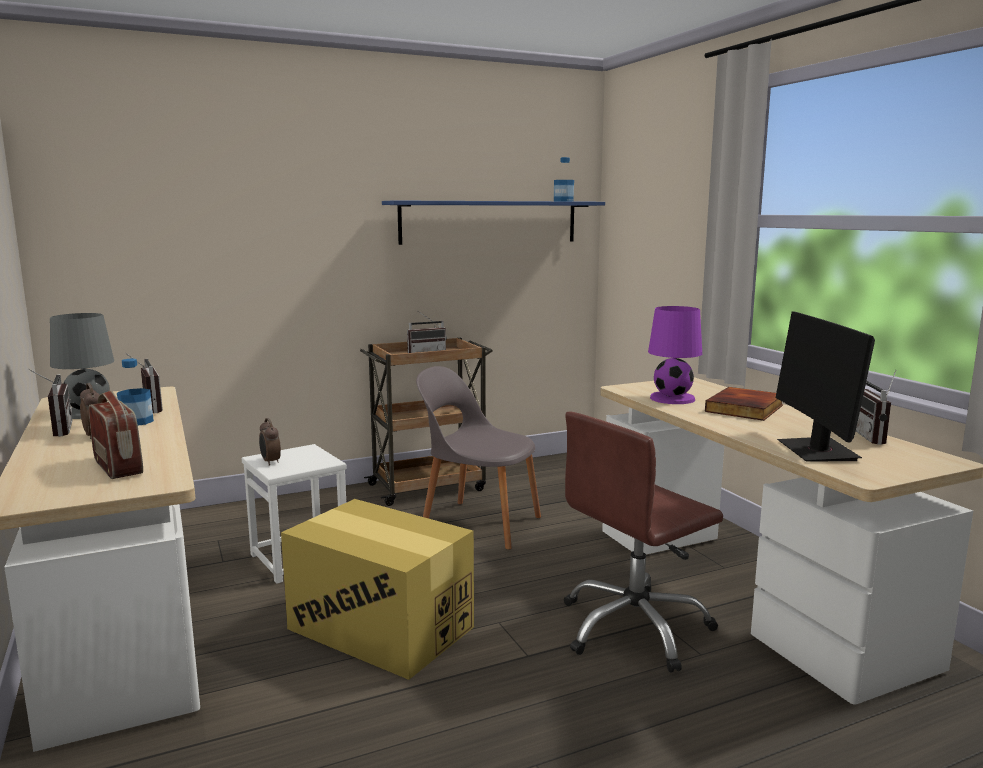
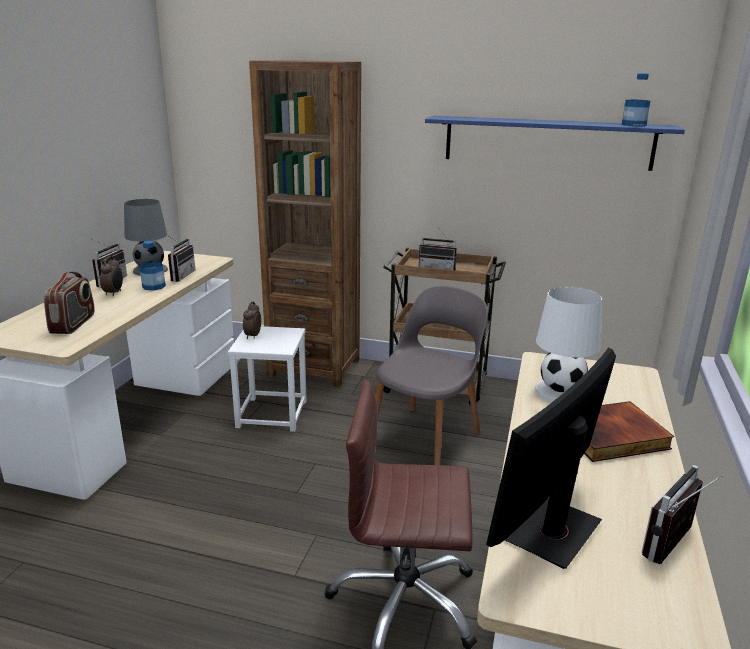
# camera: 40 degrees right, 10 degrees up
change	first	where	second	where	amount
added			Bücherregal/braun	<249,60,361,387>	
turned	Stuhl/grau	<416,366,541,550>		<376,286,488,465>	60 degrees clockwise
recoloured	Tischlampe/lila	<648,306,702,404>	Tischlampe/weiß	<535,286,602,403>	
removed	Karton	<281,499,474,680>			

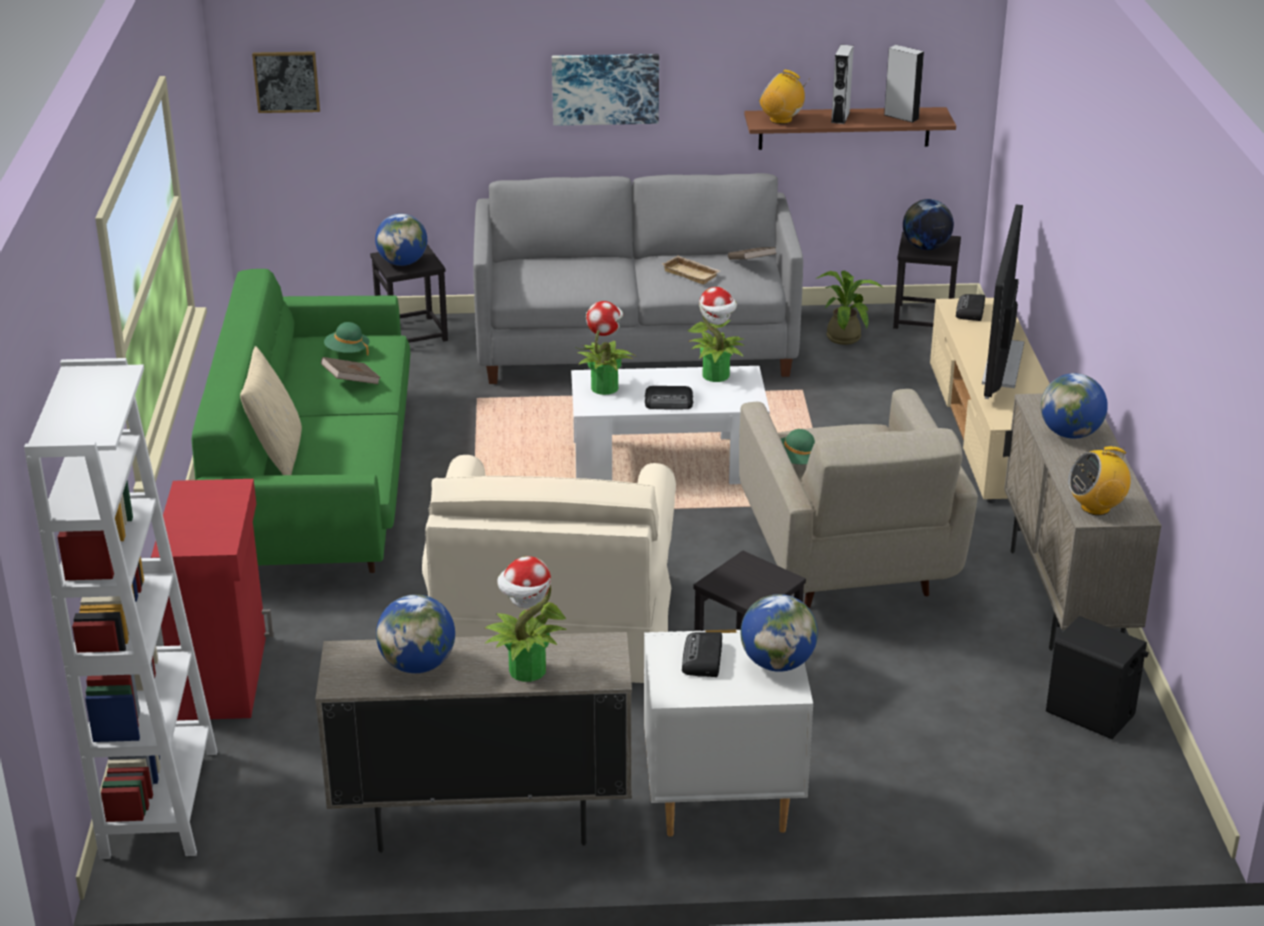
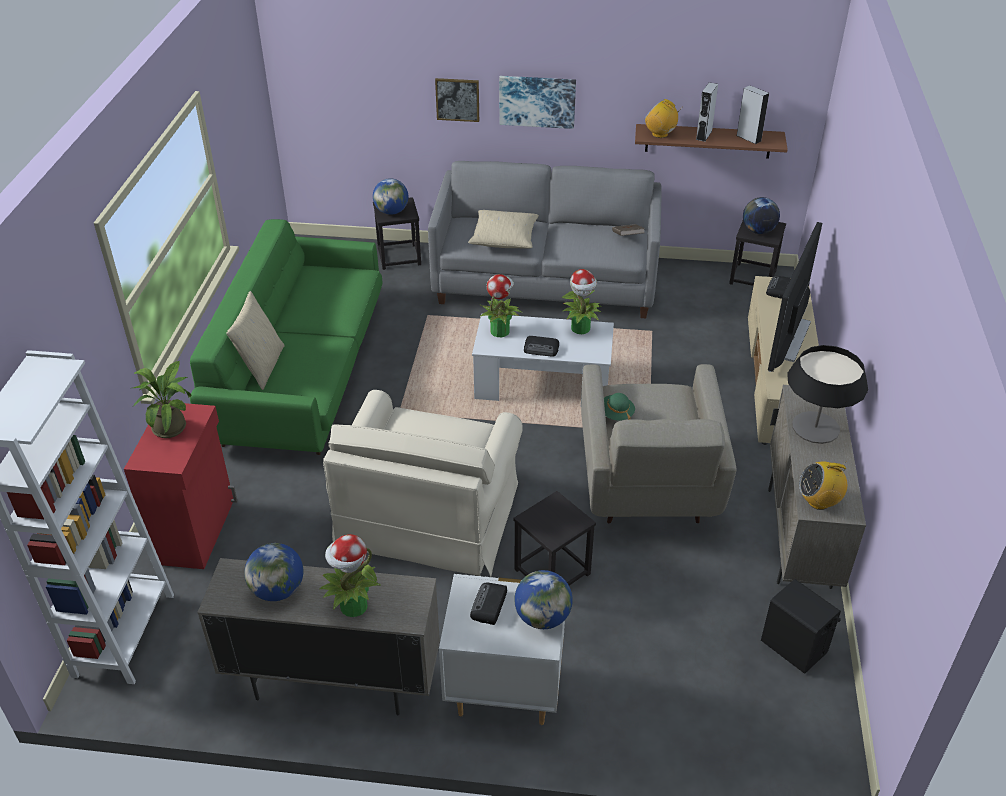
# camera: 10 degrees right, 10 degrees up
change	first	where	second	where	amount
moved	Topfpflanze	<816,270,883,345>		<132,361,191,438>	
moved	Bild	<252,51,320,113>		<435,78,479,122>	
added			Kissen/beige	<468,210,539,248>	
replaced	Globus	<1041,373,1108,439>	Tischlampe	<787,345,868,444>	
removed	Buch/braun	<321,357,381,384>			
removed	Hut/grün	<324,322,369,355>			
removed	Tablett/beige	<662,256,720,284>			

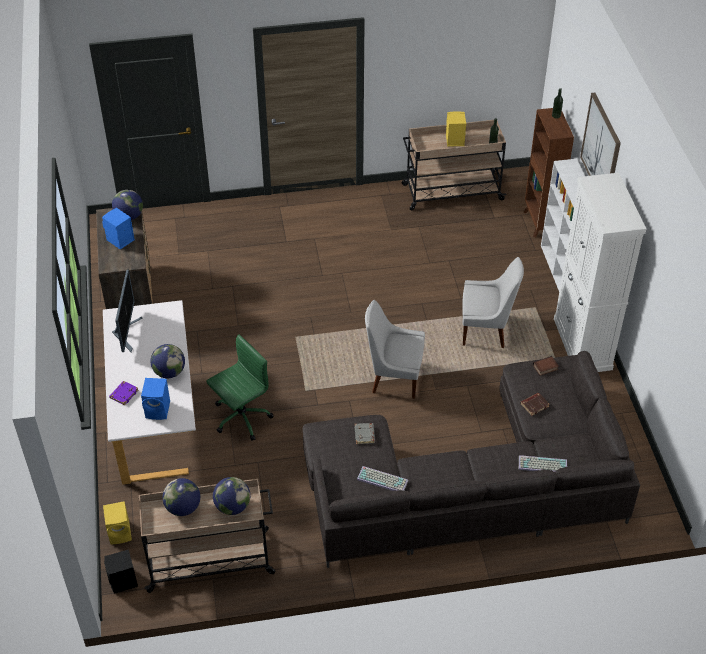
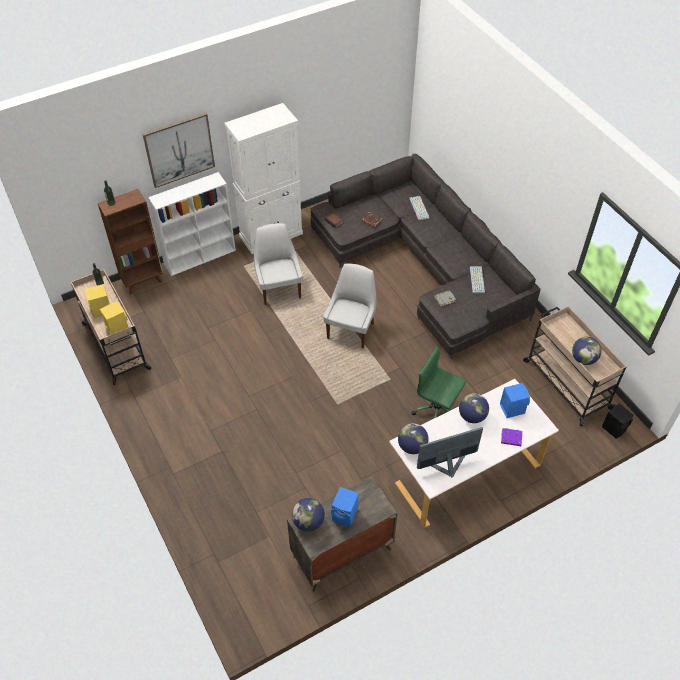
# camera: 110 degrees left, 5 degrees up
change	first	where	second	where	amount
moved	Lautsprecher/gelb	<103,501,132,544>		<100,301,128,334>	
turned	Stuhl/weiß	<365,300,425,399>		<323,264,377,349>	150 degrees counterclockwise
moved	Globus	<213,477,250,515>		<398,423,428,454>	

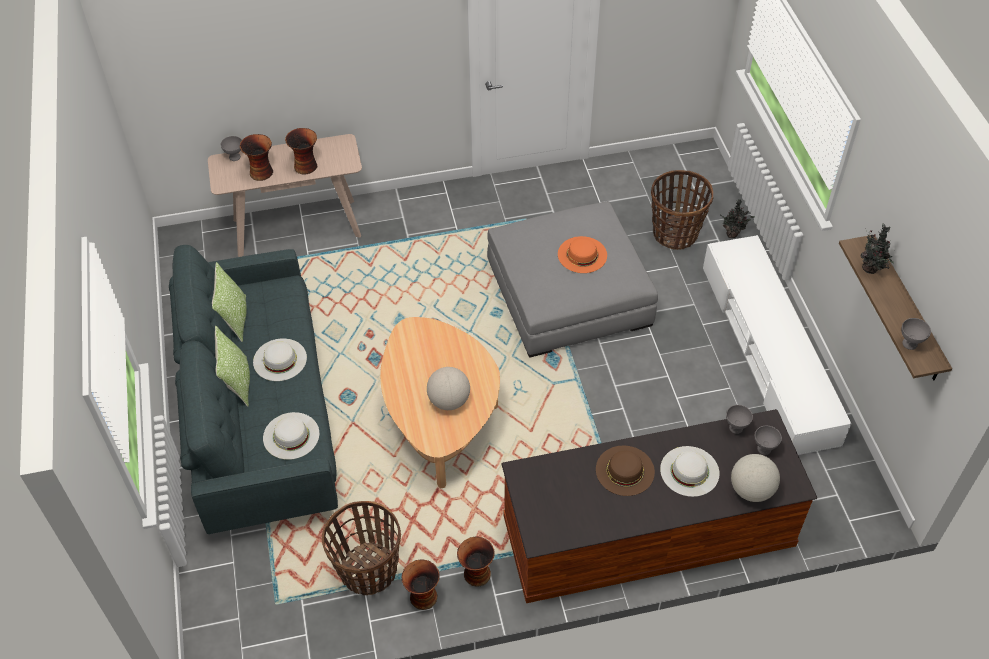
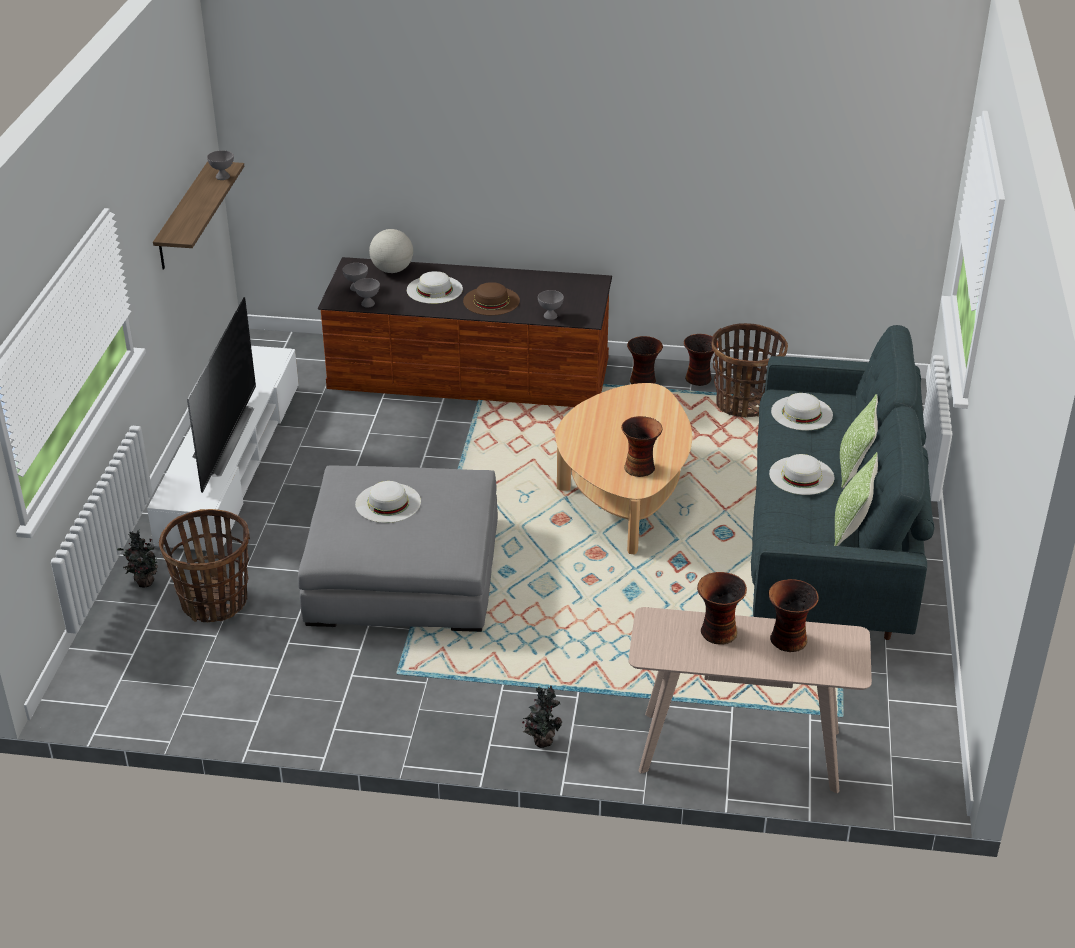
# camera: 160 degrees left, 15 degrees down
change	first	where	second	where	amount
added			Fernseher	<187,297,256,493>	
recoloured	Hut/orange	<558,236,607,273>	Hut/weiß	<355,481,421,523>	
moved	Topfpflanze	<860,223,894,274>		<522,685,562,748>	
moved	Schüssel/grau	<221,136,242,161>		<538,290,564,320>	
added			Vase	<621,416,662,477>	
removed	Globus	<427,367,470,410>			

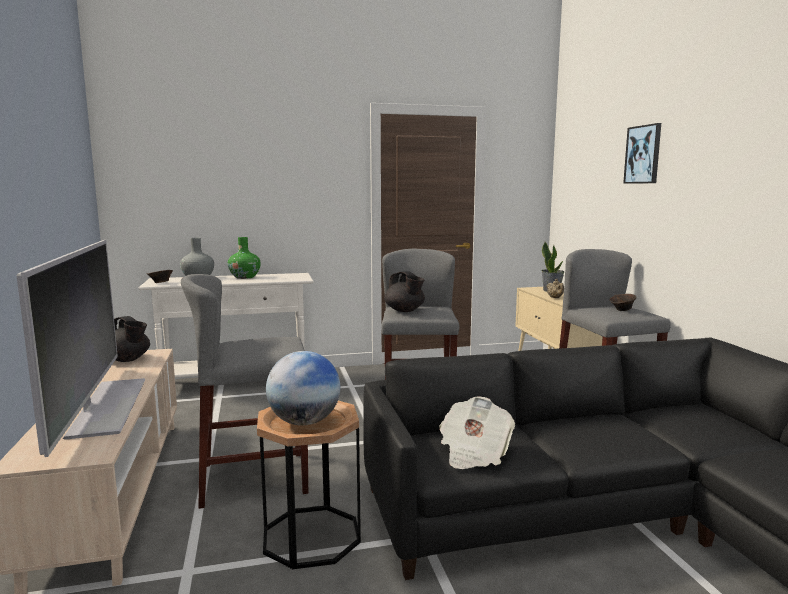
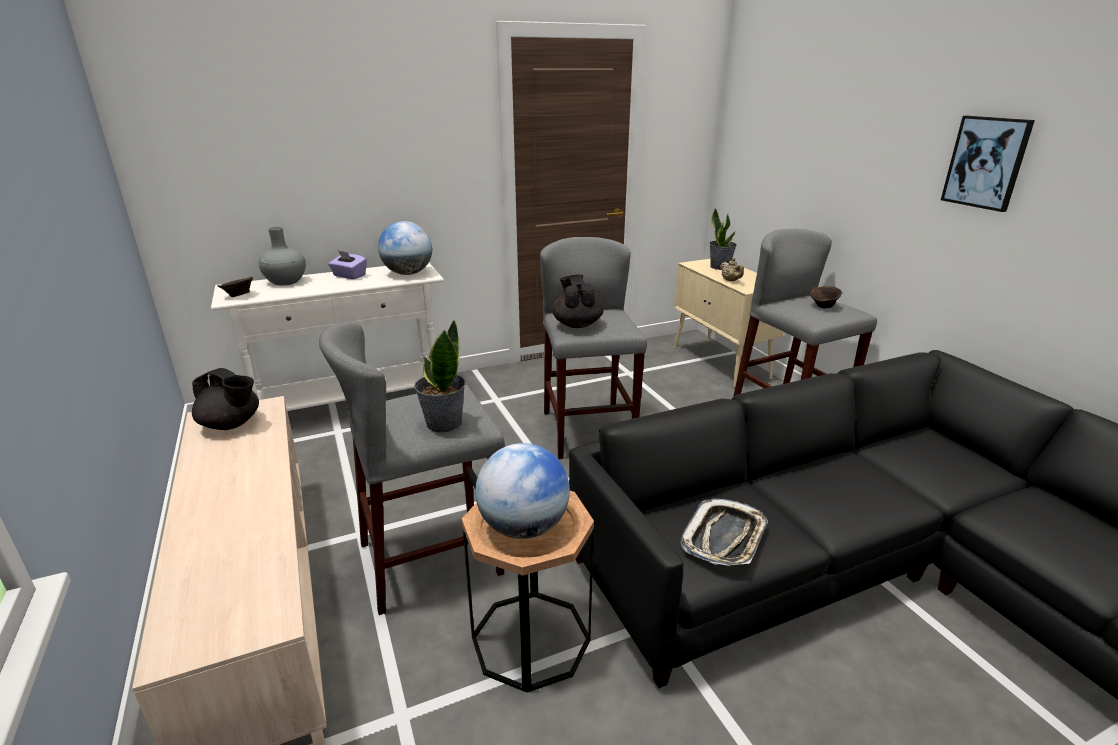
# camera: 10 degrees left, 15 degrees up
change	first	where	second	where	amount
replaced	Vase/grün	<228,237,261,279>	Taschentuchbox/lila	<328,250,367,279>	
added			Globus	<378,221,432,275>	
added			Topfpflanze	<414,319,466,433>	
turned	Teekanne/schwarz	<384,271,425,312>		<552,274,604,328>	150 degrees counterclockwise
replaced	Zeitung	<439,396,515,469>	Tablett	<680,498,768,566>	
moved	Bild	<623,123,661,184>		<941,116,1035,212>	
removed	Fernseher	<17,240,145,457>			

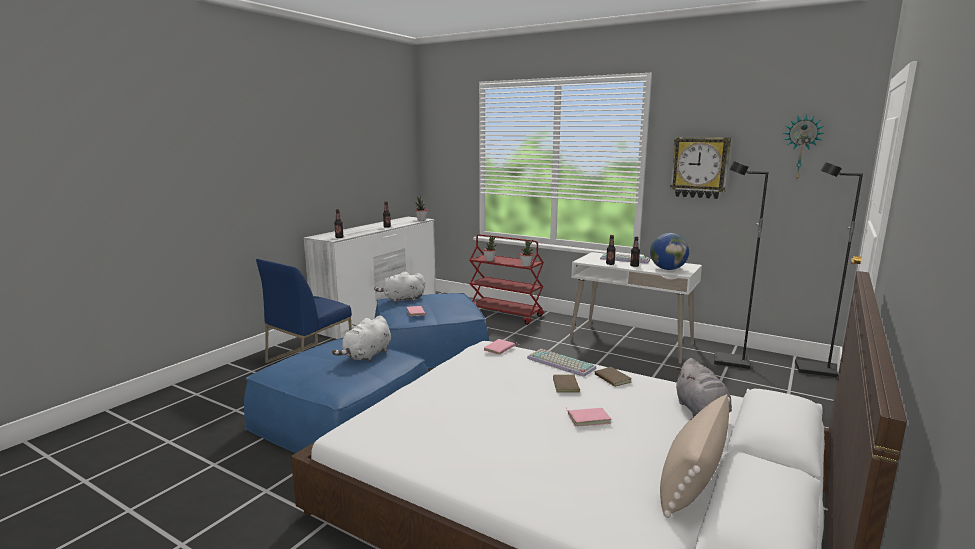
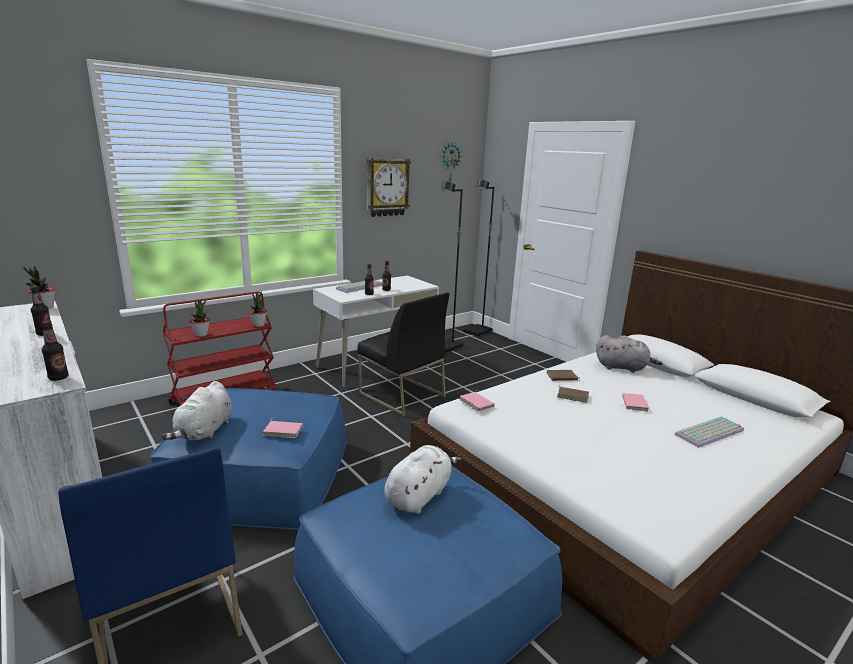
# camera: 70 degrees left, 5 degrees up
change	first	where	second	where	amount
added			Stuhl/schwarz	<357,292,449,416>	
turned	Plüschtier/weiß	<332,315,391,362>		<384,445,461,514>	105 degrees counterclockwise
moved	Tastatur	<527,349,597,377>		<674,416,744,448>	
removed	Globus	<650,233,689,270>			
removed	Kissen/beige	<660,394,730,518>			

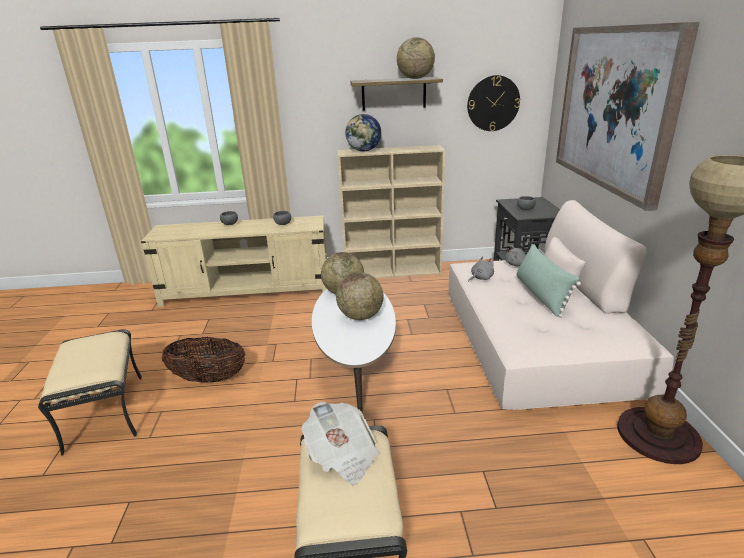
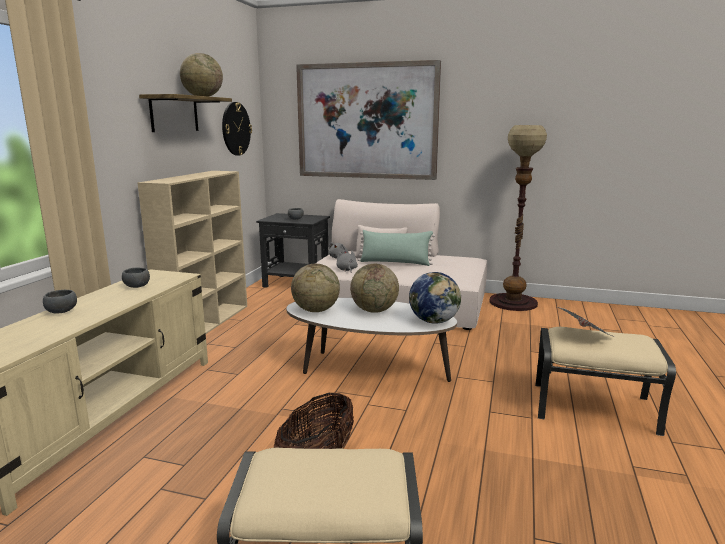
# camera: 70 degrees left, 10 degrees down
change	first	where	second	where	amount
moved	Globus	<345,114,381,151>		<409,272,461,324>	

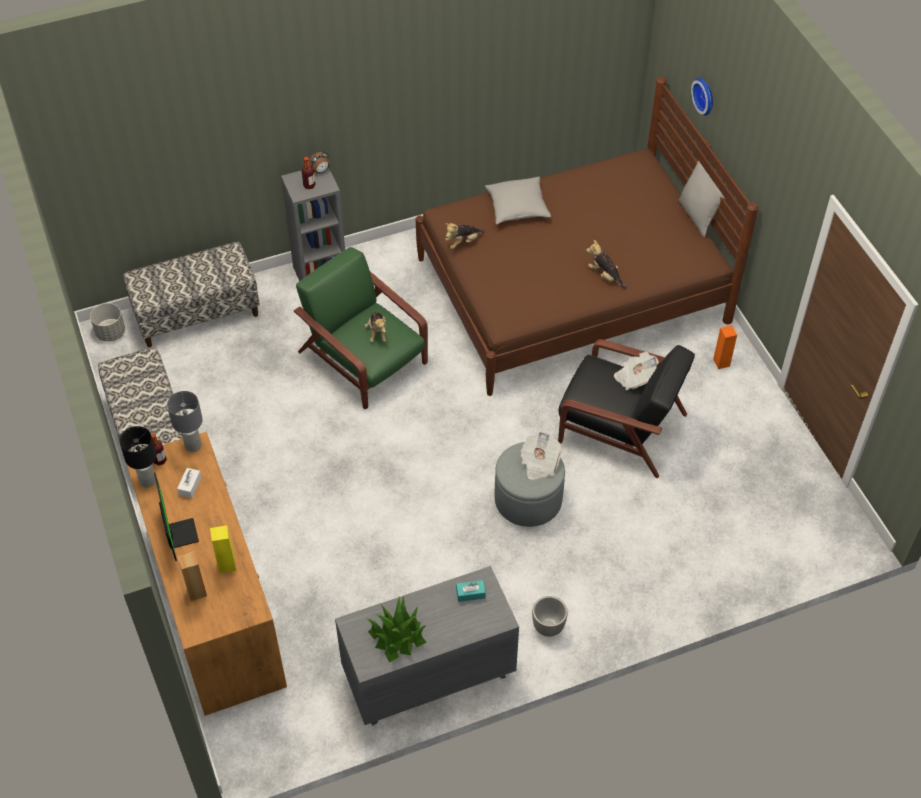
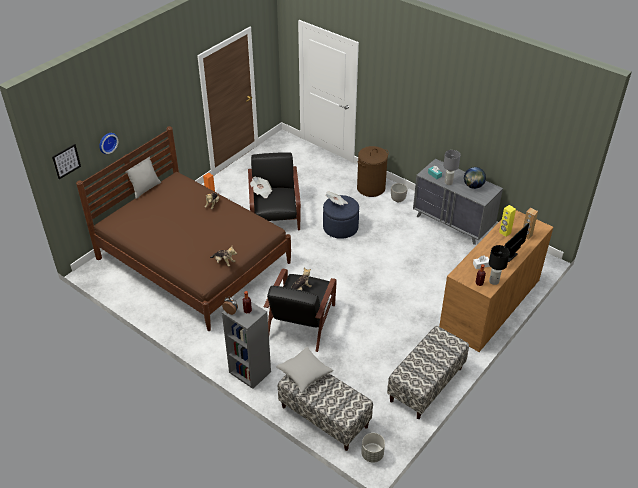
# camera: 120 degrees left, 10 degrees down
change	first	where	second	where	amount
added			Bild	<52,144,81,179>	
recoloured	Sessel/grün	<294,247,428,410>	Sessel/schwarz	<263,268,337,352>	
moved	Kissen/grau	<485,177,551,224>		<276,347,333,393>	
recoloured	Polsterhocker/grau	<495,442,565,527>	Polsterhocker/blau	<323,195,359,239>	
added			Wäschekorb/braun	<357,146,389,197>	
moved	Tischlampe/grau	<167,391,203,452>		<443,150,460,185>	
replaced	Topfpflanze	<366,595,427,662>	Globus	<464,167,486,189>	

